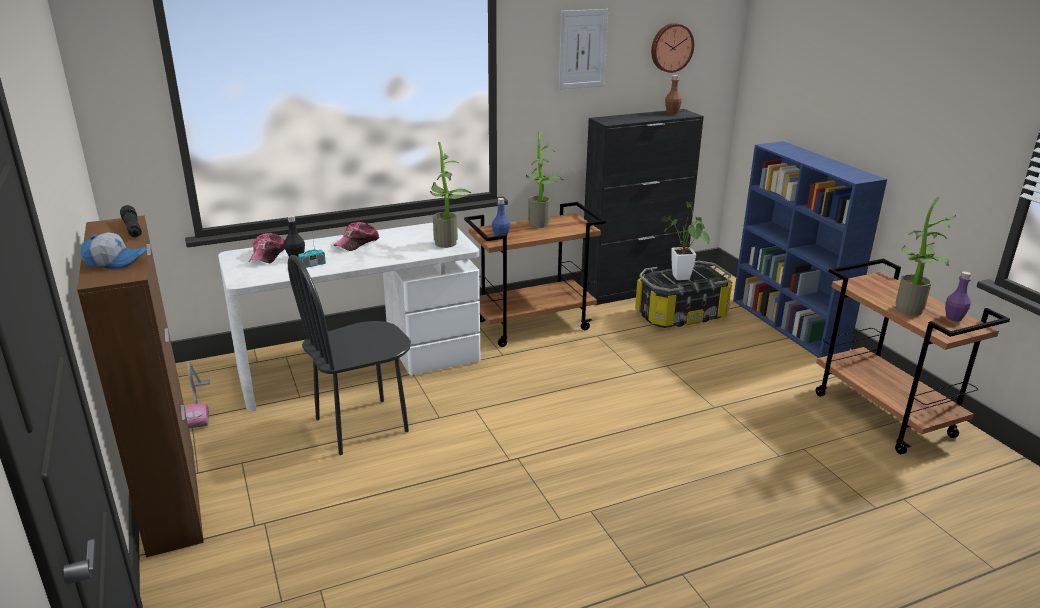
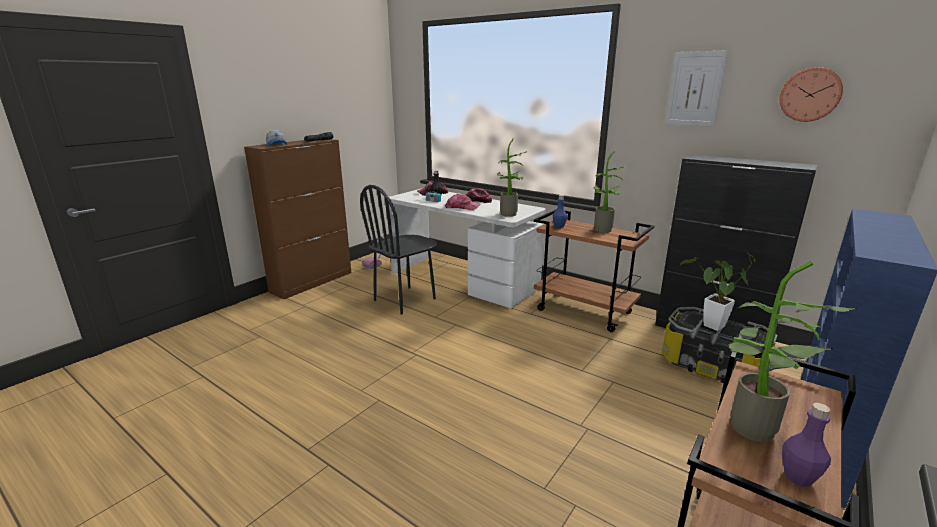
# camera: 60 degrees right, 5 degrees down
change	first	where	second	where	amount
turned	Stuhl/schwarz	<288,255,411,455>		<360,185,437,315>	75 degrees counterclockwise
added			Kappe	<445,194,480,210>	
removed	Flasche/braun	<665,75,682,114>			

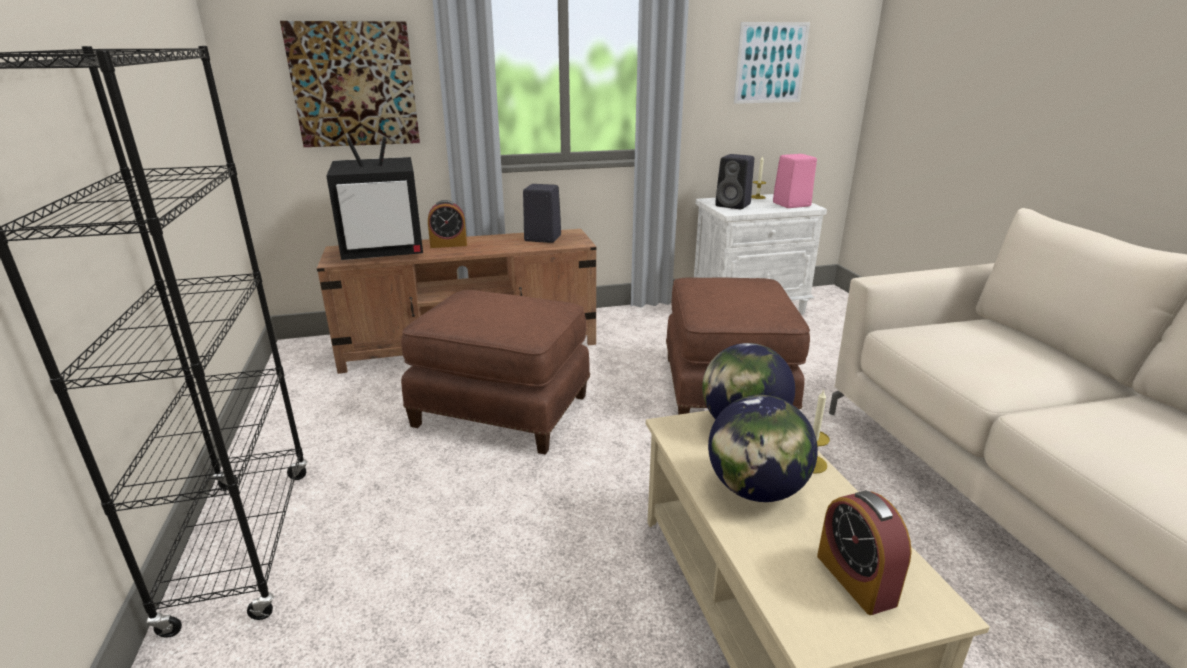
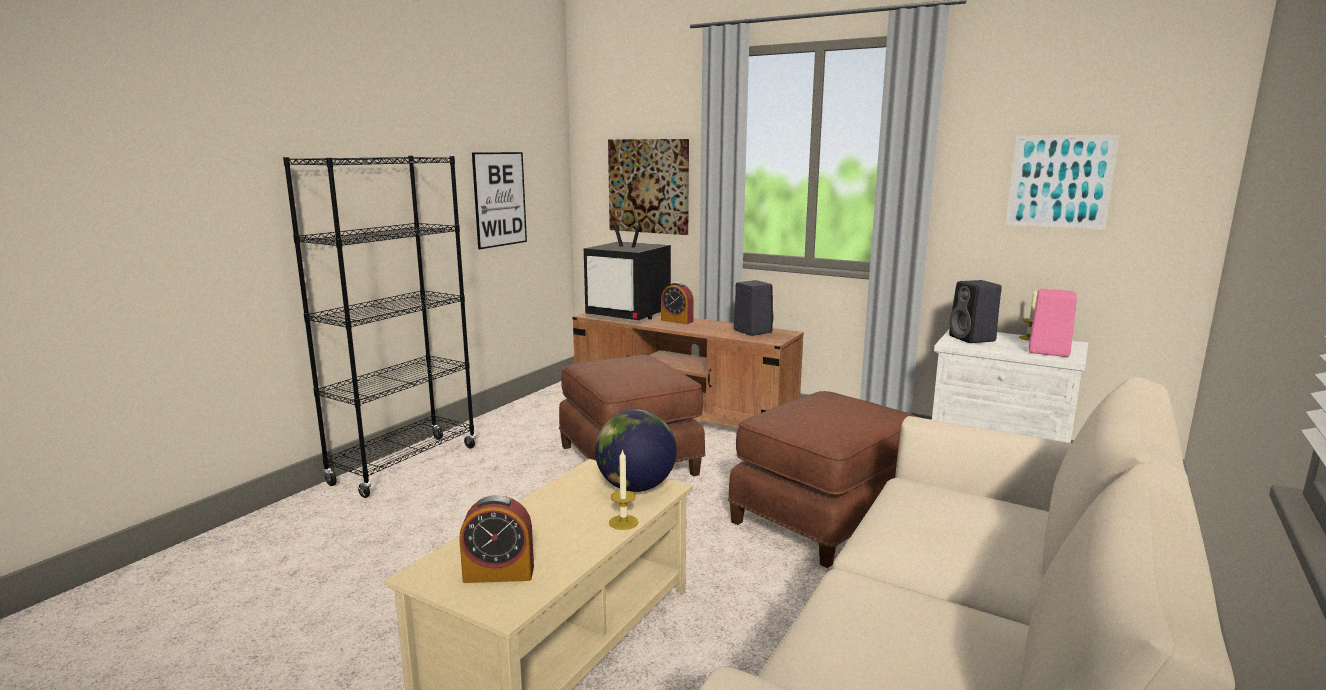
# camera: 45 degrees right, 10 degrees down
change	first	where	second	where	amount
turned	Wecker	<817,490,912,615>		<459,495,534,583>	120 degrees counterclockwise
added			Bild	<472,152,527,249>	
removed	Globus	<708,395,818,502>			

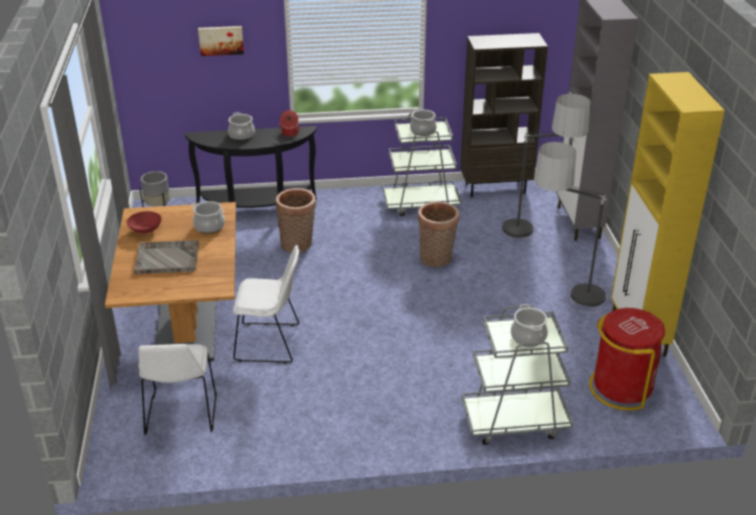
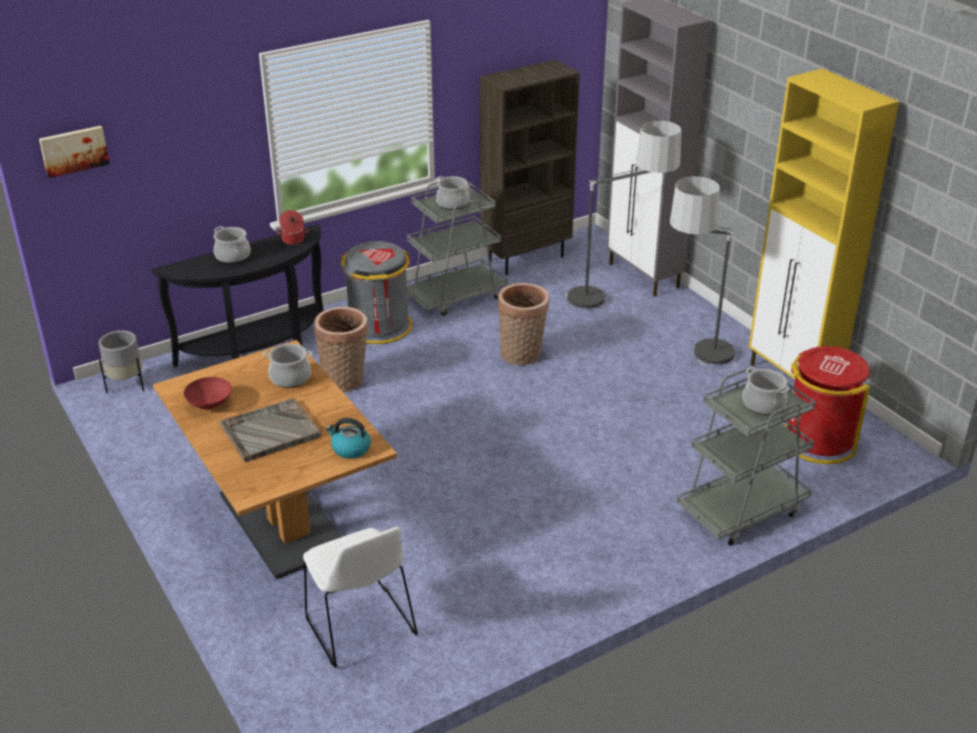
# camera: 25 degrees left, 0 degrees up
change	first	where	second	where	amount
moved	Bild	<198,26,244,56>		<39,126,109,178>	
added			Wasserkessel	<326,418,371,459>	
added			Mülleimer/grau	<340,241,412,344>	
removed	Stuhl/weiß	<233,245,299,364>			

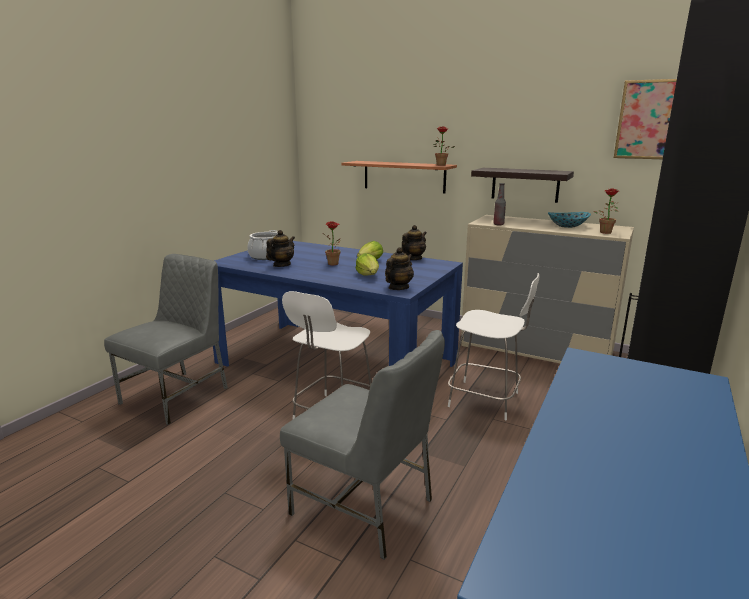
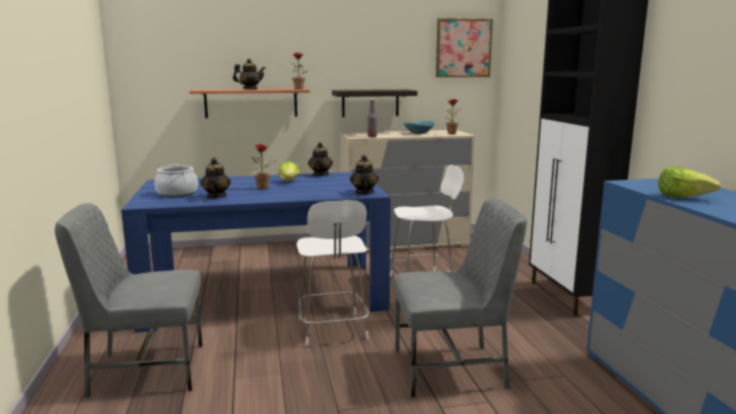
# camera: 40 degrees left, 5 degrees down
change	first	where	second	where	amount
turned	Stuhl/grau	<104,254,228,425>		<55,203,203,398>	90 degrees counterclockwise
added			Teekanne	<233,59,266,89>	
moved	Salatkopf	<355,253,379,276>		<658,167,721,198>	

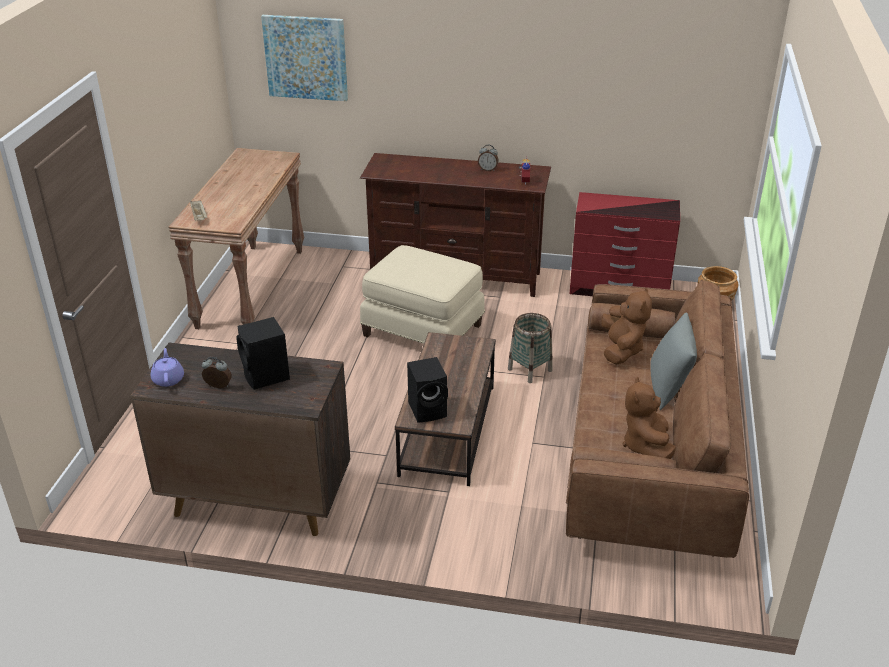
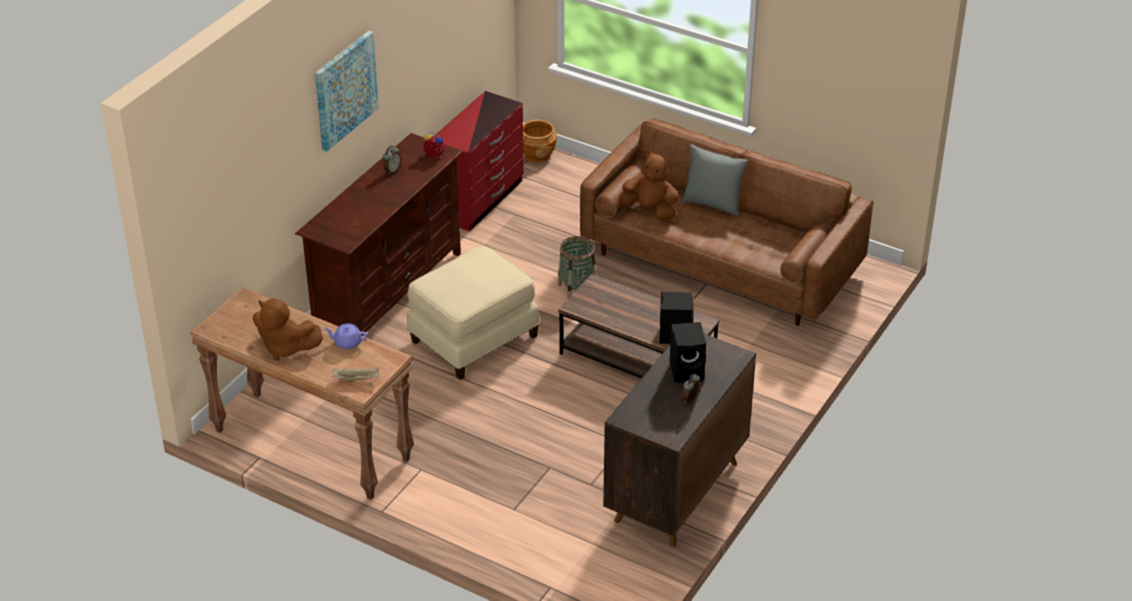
# camera: 70 degrees left, 5 degrees up
change	first	where	second	where	amount
moved	Plüschtier/braun	<623,377,676,459>		<253,299,323,360>	
moved	Bild	<261,15,348,101>		<315,31,379,152>	
moved	Teekanne/lila	<151,348,184,387>		<324,323,368,349>	

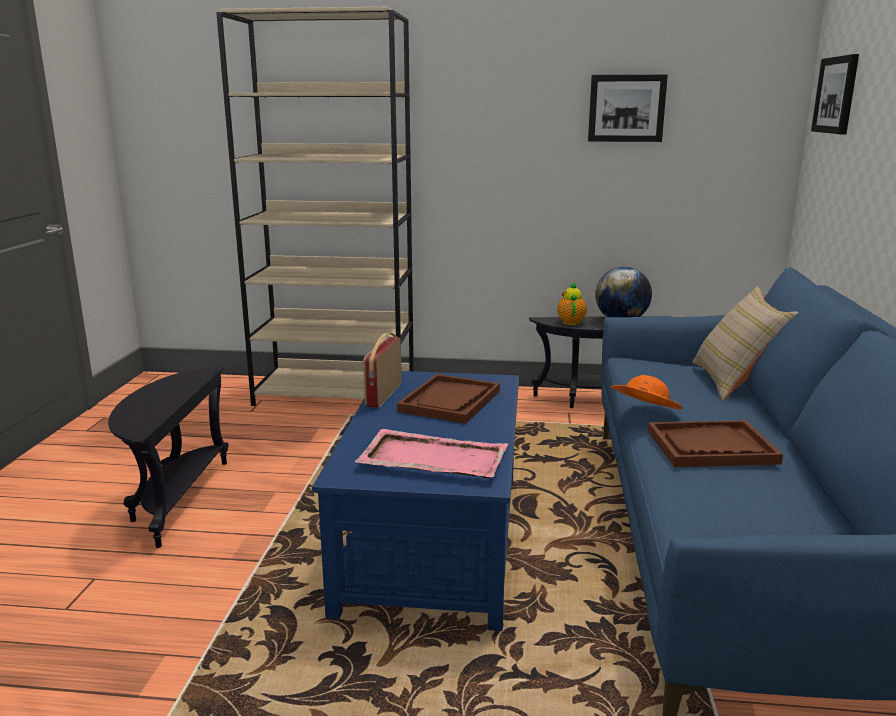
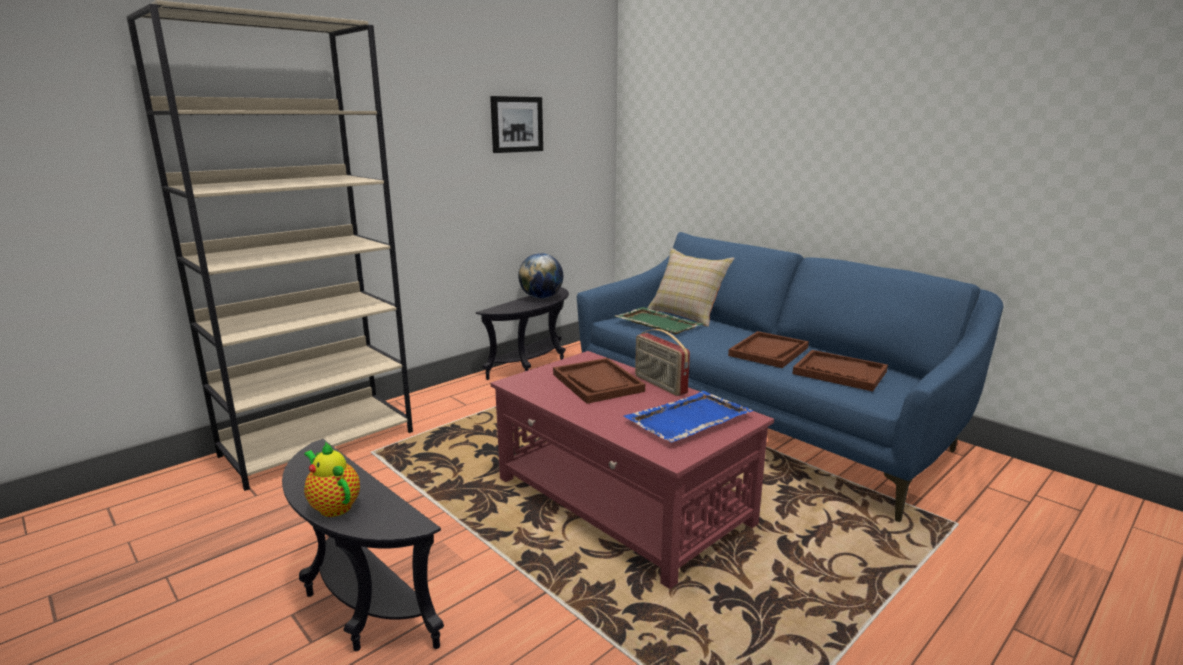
# camera: 50 degrees left, 0 degrees up
change	first	where	second	where	amount
moved	Teekanne	<557,281,587,325>		<304,441,360,517>	
recoloured	Couchtisch/blau	<312,371,519,631>	Couchtisch/rot	<491,351,774,589>	
added			Tablett/grün	<615,307,704,335>	
recoloured	Tablett/rosa	<354,429,509,478>	Tablett/blau	<623,391,753,442>	
moved	Radio	<363,333,402,408>		<635,329,690,396>	
added			Tablett/braun	<793,350,888,391>	
removed	Hut/orange	<611,375,682,409>			
removed	Bild	<811,54,859,134>			

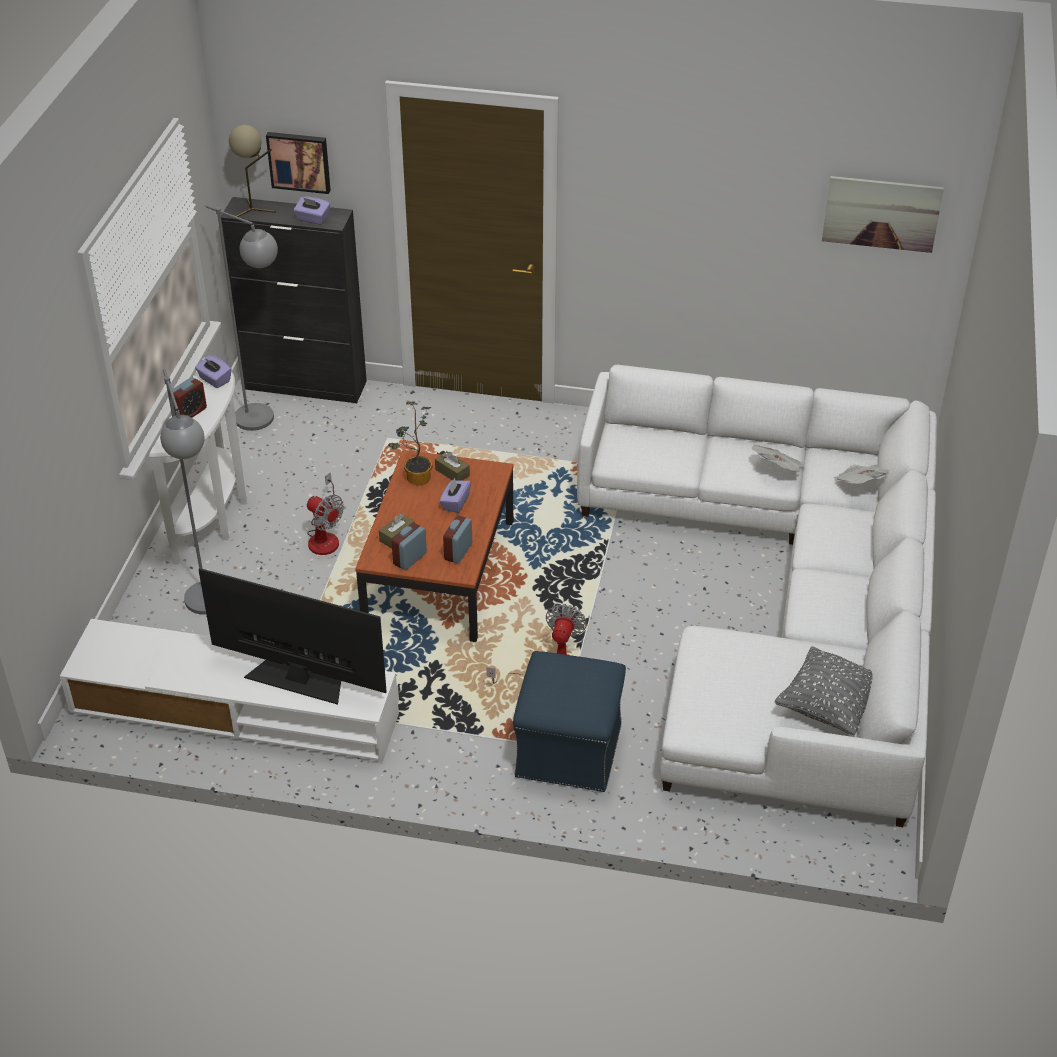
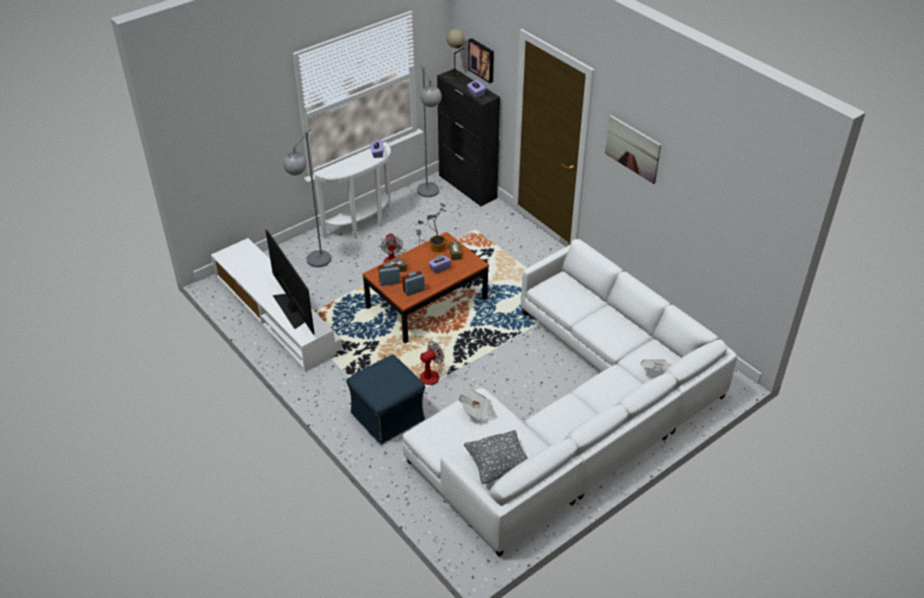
# camera: 40 degrees right, 0 degrees up
change	first	where	second	where	amount
moved	Zeitung	<752,445,805,472>		<458,389,497,420>	
moved	Bild	<822,176,944,253>		<605,115,661,184>	
removed	Wecker	<172,377,207,418>			

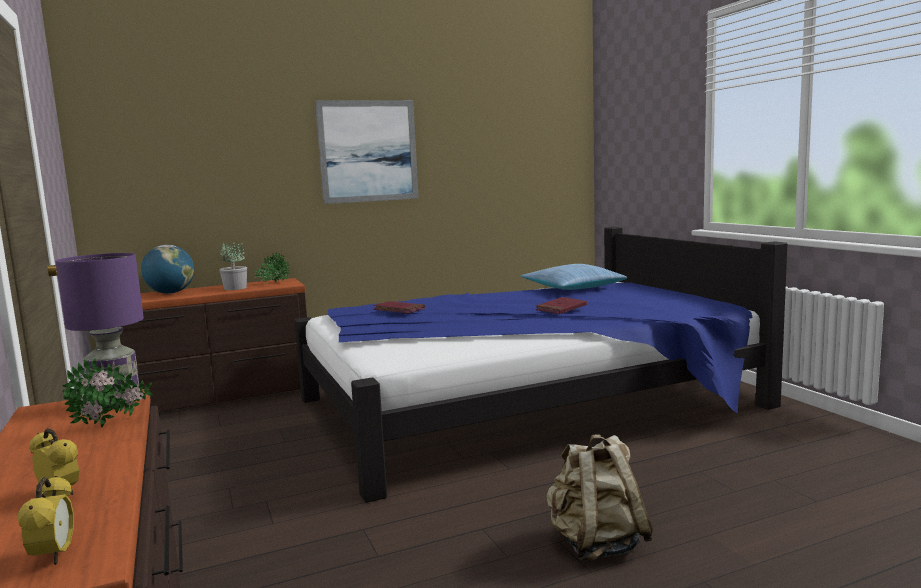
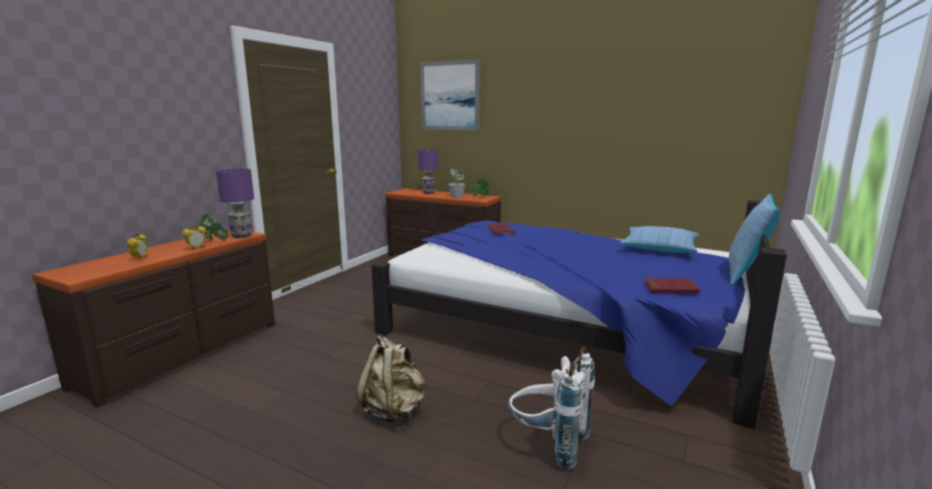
# camera: 50 degrees right, 5 degrees up
change	first	where	second	where	amount
moved	Wecker	<17,476,74,565>		<182,225,206,250>	
replaced	Globus	<141,245,194,294>	Tischlampe/lila	<418,149,438,194>	
moved	Bild	<315,100,419,204>		<420,59,480,131>	
added			Rucksack/weiß	<508,347,595,470>	
moved	Buch/rot	<535,297,587,314>		<644,278,700,293>	
added			Kissen	<729,194,781,286>	

